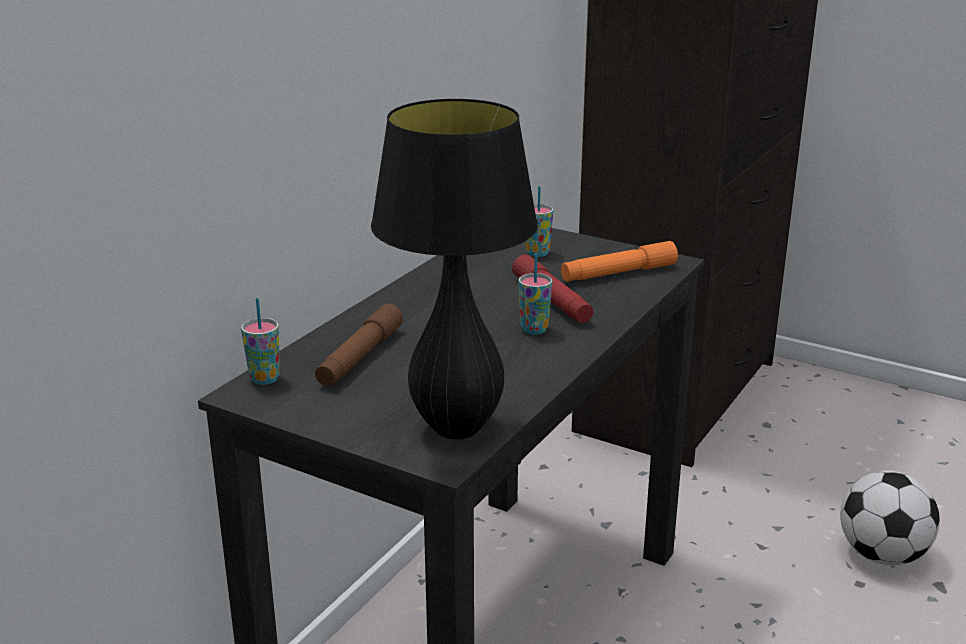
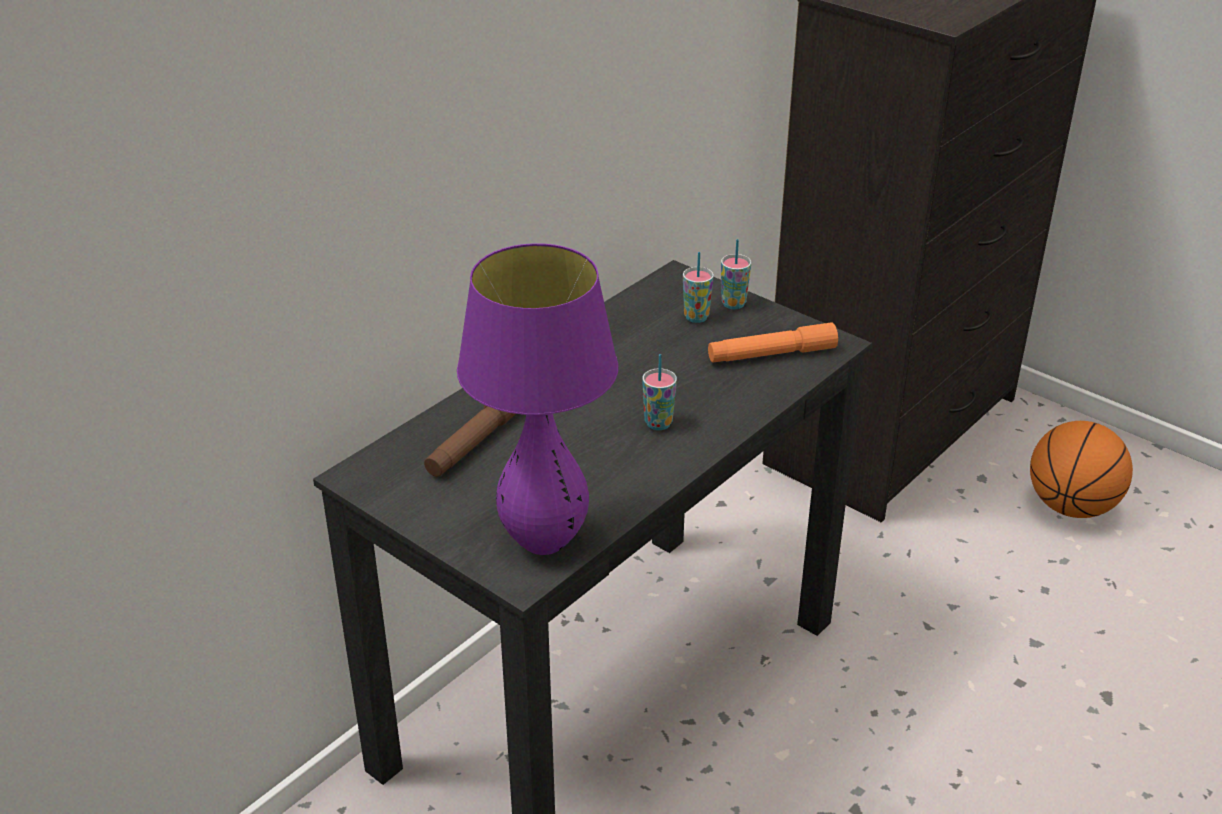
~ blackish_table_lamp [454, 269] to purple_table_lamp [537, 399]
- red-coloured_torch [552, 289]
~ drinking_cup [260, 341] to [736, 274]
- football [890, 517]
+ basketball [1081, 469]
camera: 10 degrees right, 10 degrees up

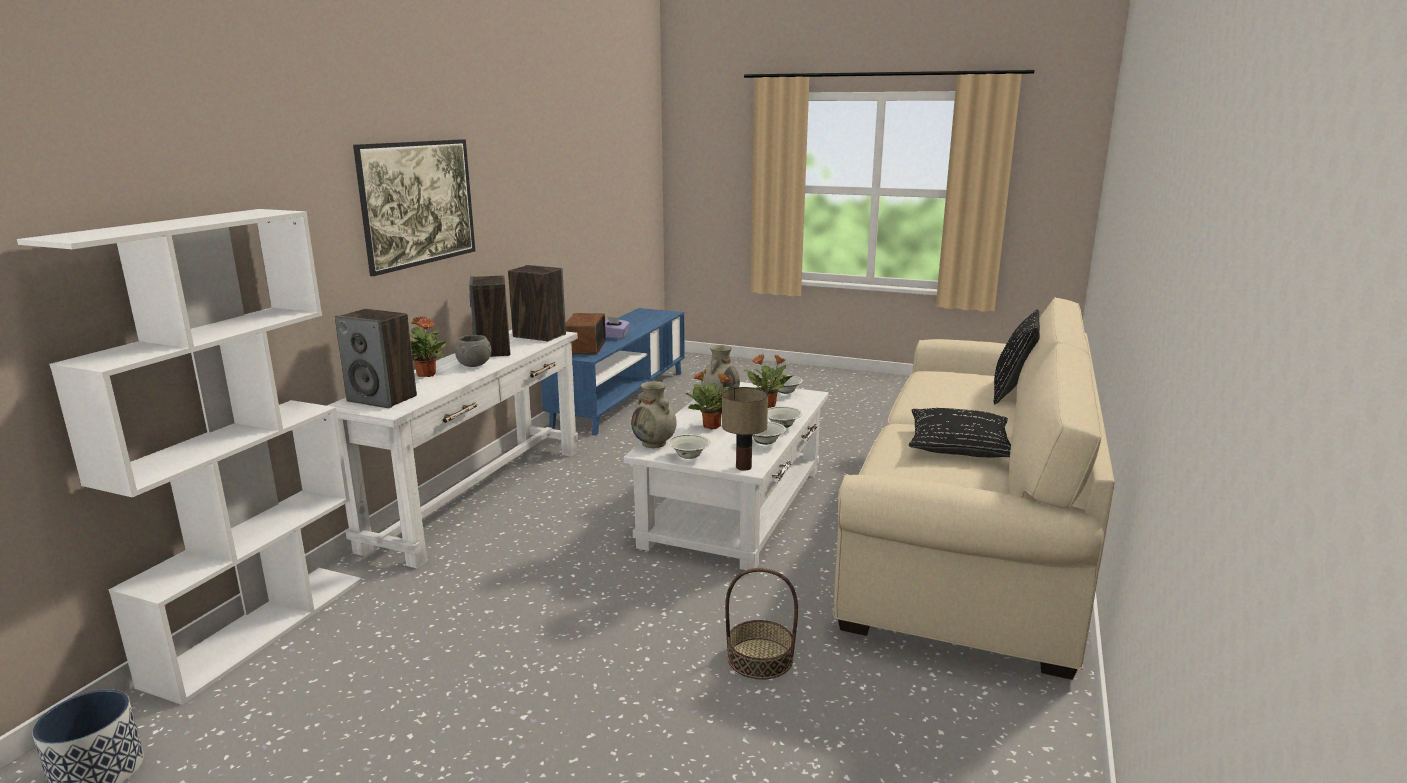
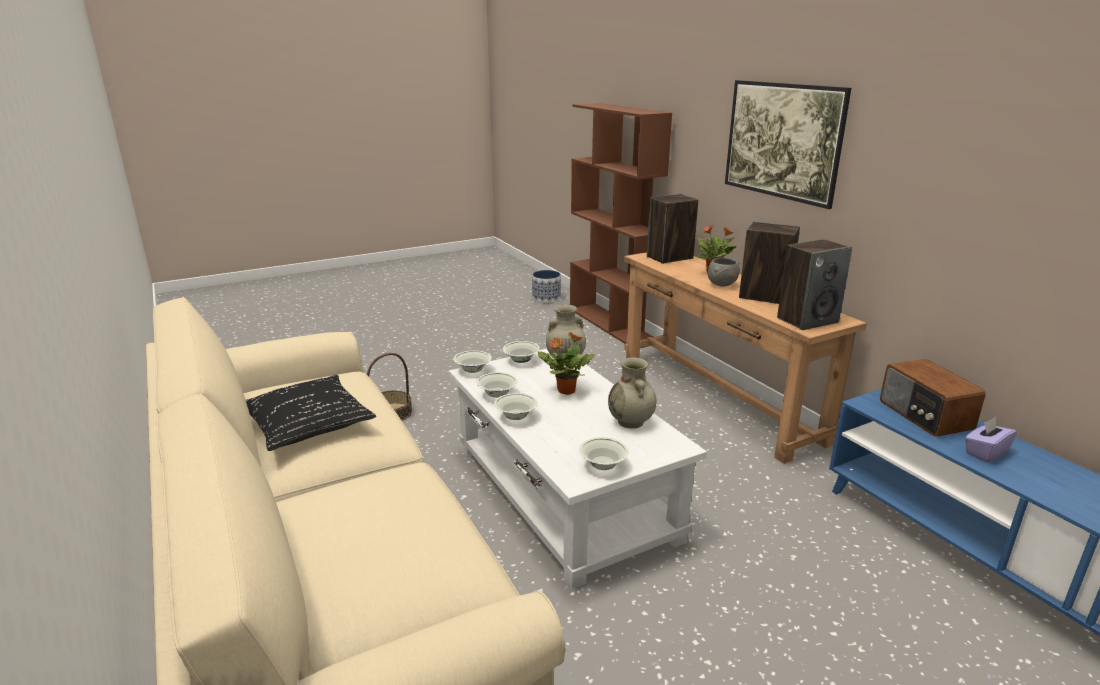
~ white_bookcase [189, 457] to brown-coloured_bookcase [621, 223]
- blackish_cushion [1017, 356]
~ radio_receiver [585, 333] = [933, 398] 150 degrees counterclockwise
~ white_console_table [453, 449] to brown-coloured_console_table [745, 358]
- potted_plant [768, 381]
~ table_lamp [745, 429] to white_serving_bowl [472, 361]
camera: 130 degrees right, 5 degrees up

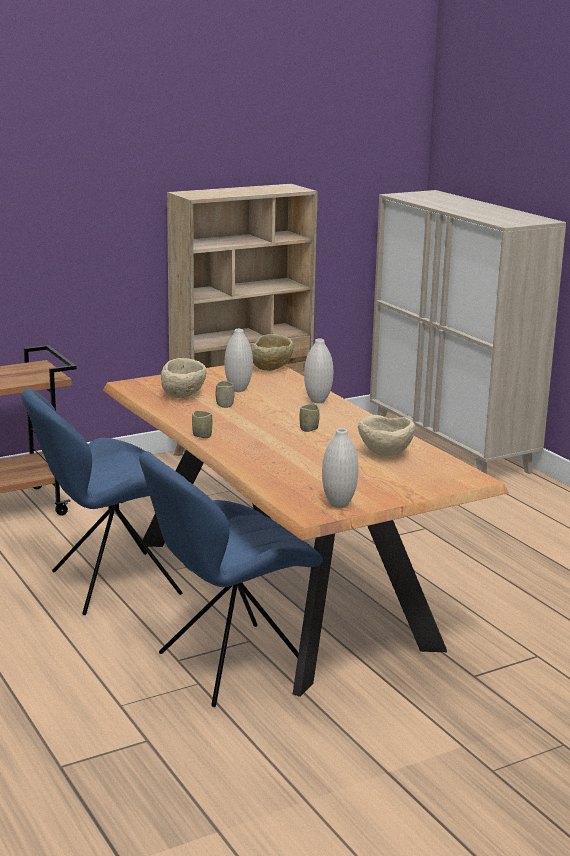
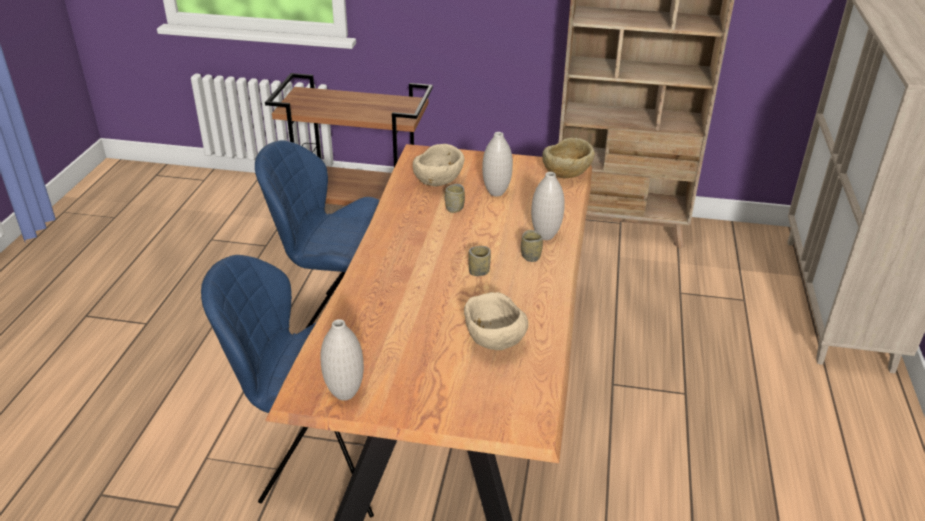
~ drinking_cup [202, 424] to [532, 246]
camera: 40 degrees right, 15 degrees up

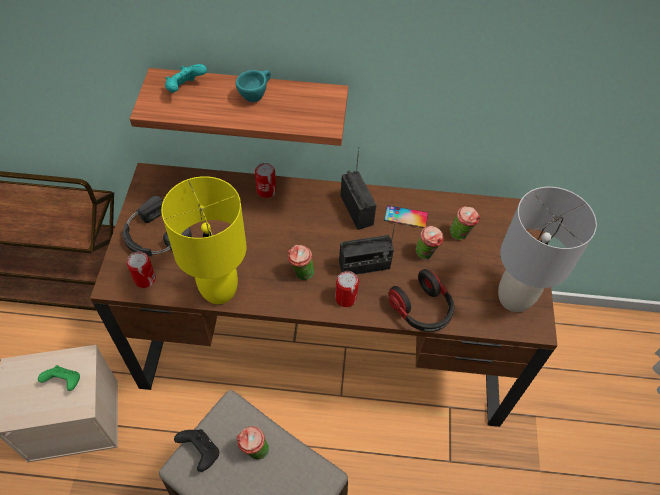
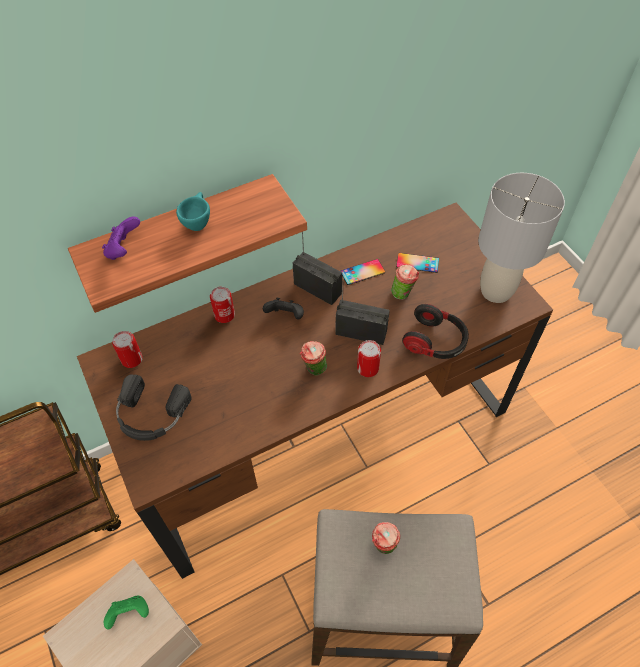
~ turquoise_game_controller [186, 78] to purple_game_controller [121, 238]
- yellow-coloured_table_lamp [204, 240]
~ drinking_cup [465, 223] to phone [417, 263]
~ radio_receiver [367, 249] = [362, 311] 120 degrees counterclockwise
~ sealed_can [141, 269] to [127, 349]
~ blackish_game_controller [196, 450] to [283, 308]
camera: 30 degrees left, 0 degrees up

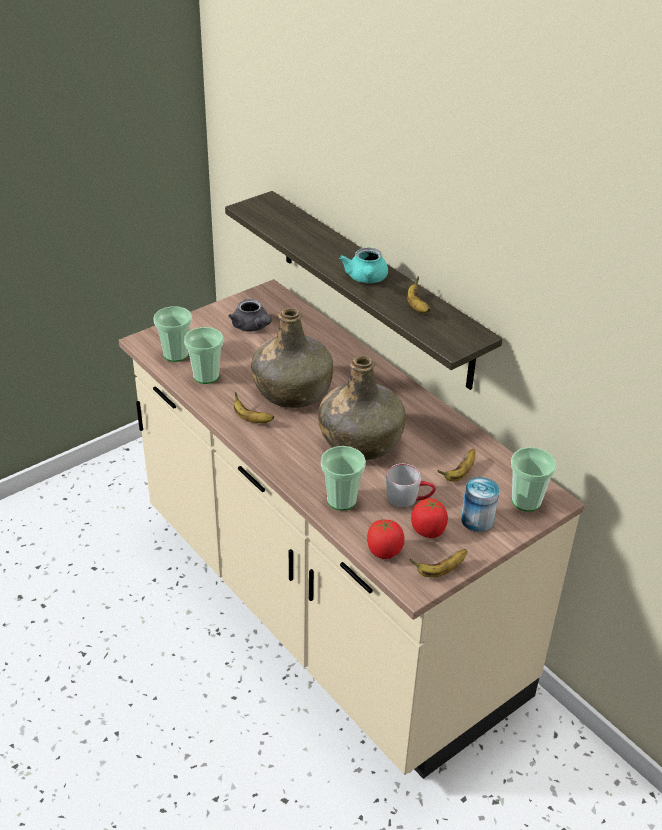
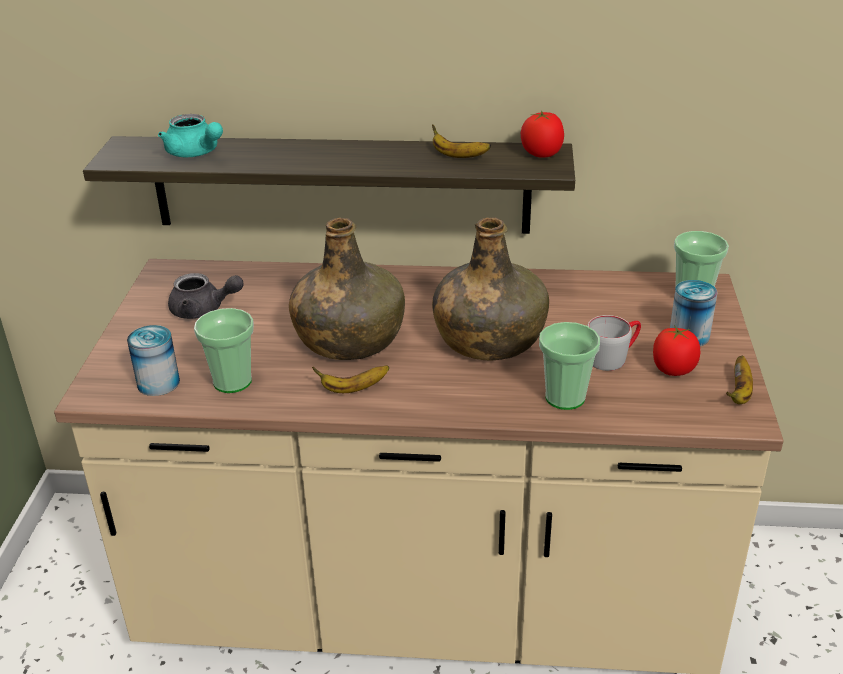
~ turquoise_teapot [363, 265] to [190, 135]
~ drinking_cup [172, 334] to sealed_can [153, 360]
- banana [456, 465]
~ whole_tomato [386, 539] to [542, 134]
camera: 45 degrees left, 5 degrees down

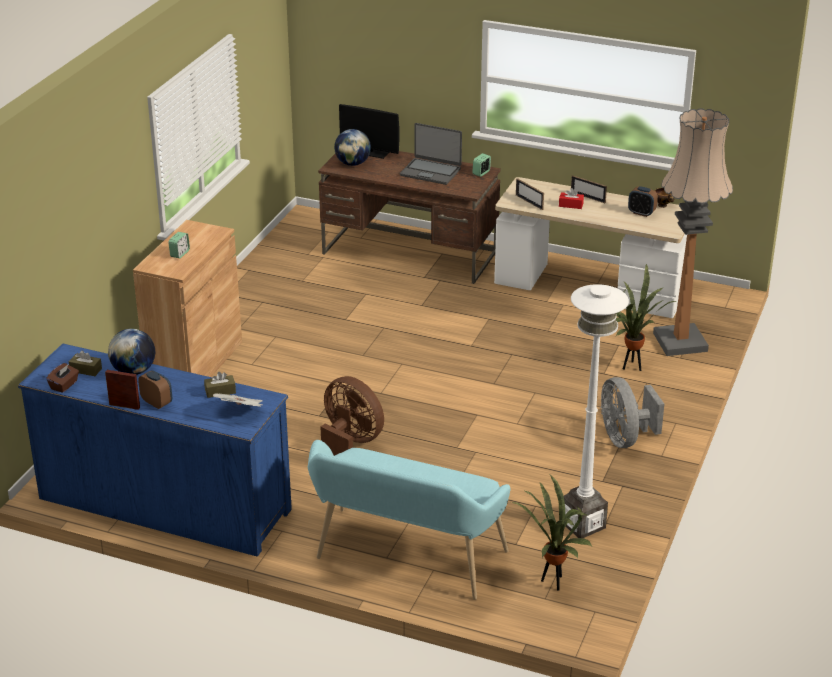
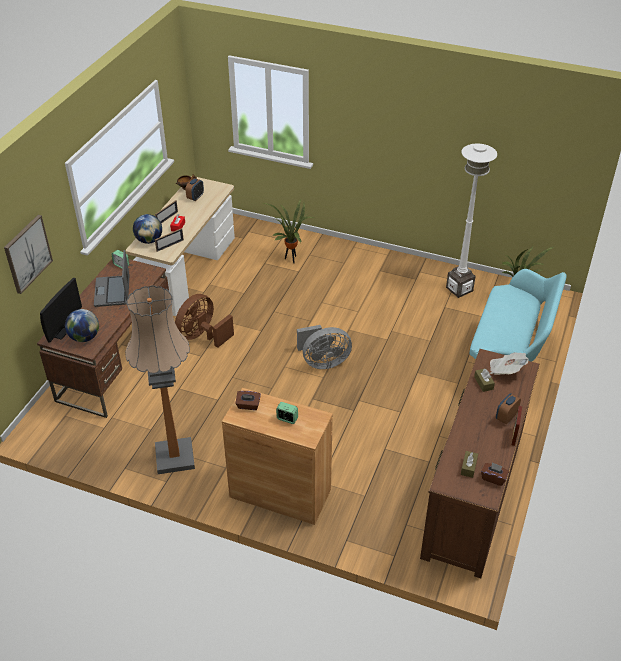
~ standing_lamp [693, 232] to [160, 379]
~ notebook_computer [431, 154] = [112, 278] 150 degrees clockwise
~ world_globe [131, 352] to [147, 229]
~ bluish_chest_of_drawers [155, 450] to brown-coloured_chest_of_drawers [480, 463]
~ brown-coloured_cooling_fan [352, 416] to [204, 321]
~ greyish_cooling_fan [632, 412] to [324, 347]
+ picture [28, 254]
+ brown-coloured_tissue_box [248, 400]
camera: 90 degrees left, 10 degrees up

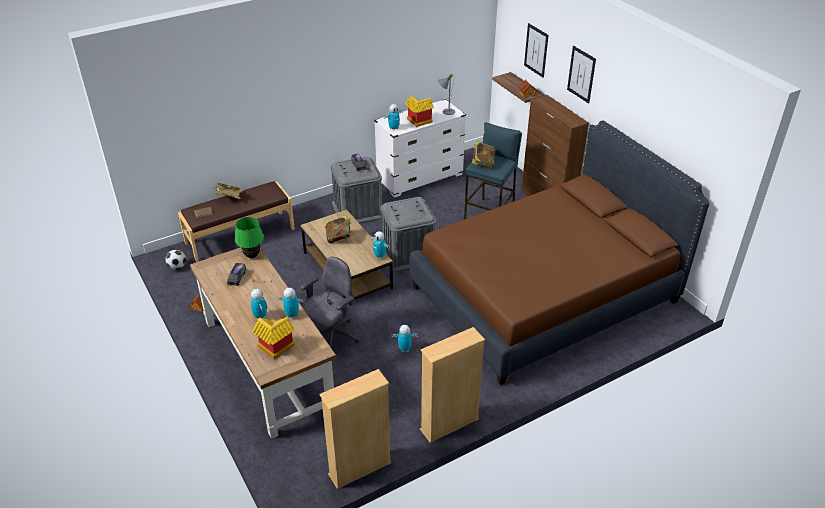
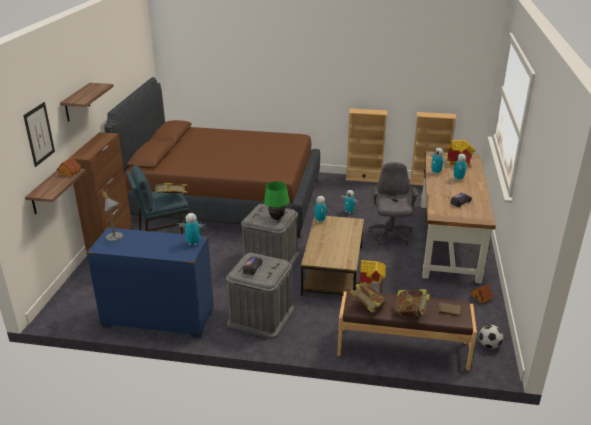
~ picture [581, 75] to bracket_shelf [87, 102]
~ miniature_house [419, 111] to [373, 276]
~ white_chest_of_drawers [420, 148] to bluish_chest_of_drawers [150, 282]
~ book [338, 229] to [368, 297]
~ greenish_table_lamp [249, 237] to [277, 200]
~ greyish_office_chair [330, 302] = [393, 203] 105 degrees clockwise
camera: 140 degrees left, 10 degrees down

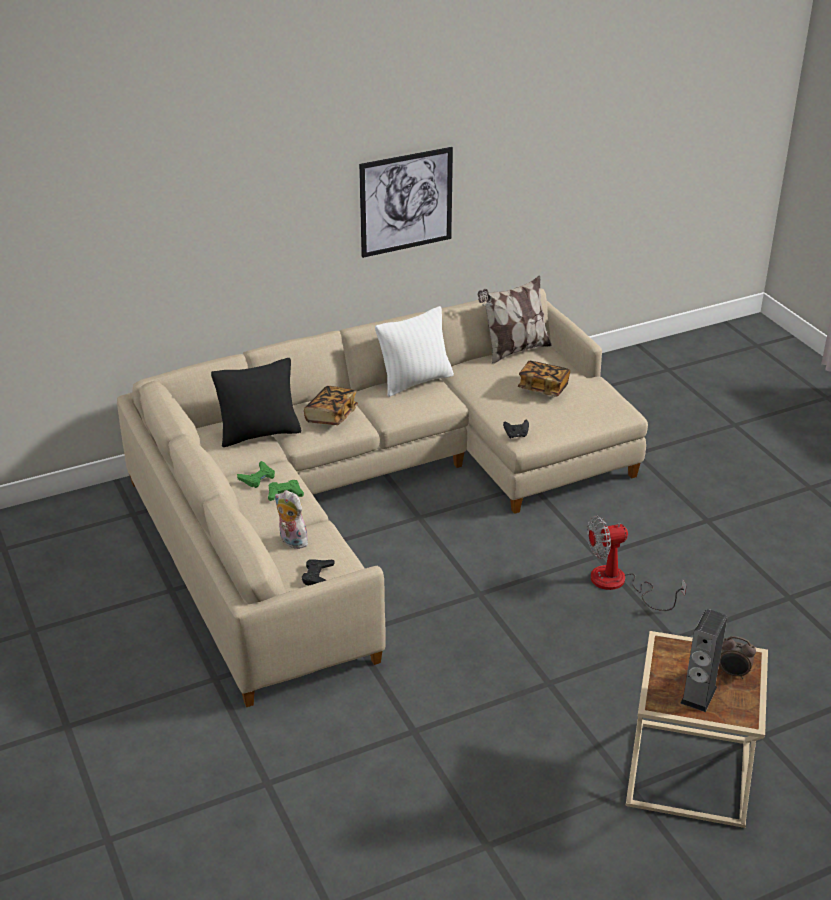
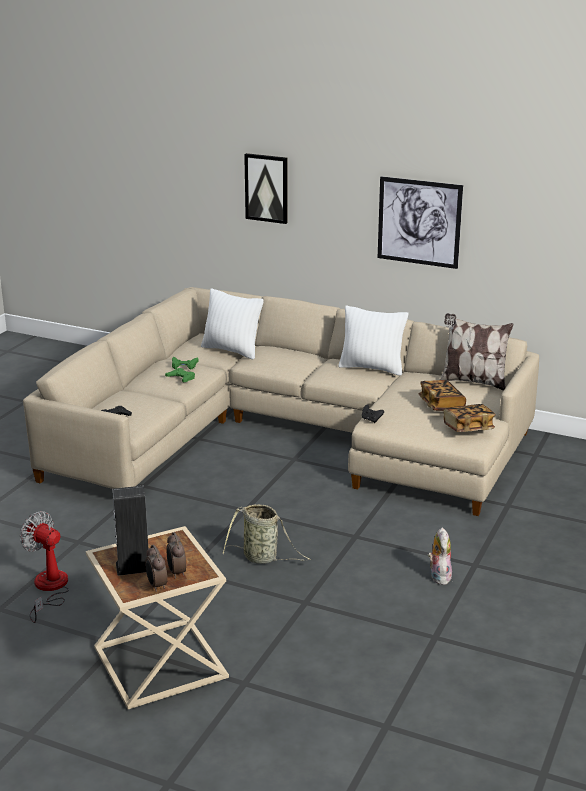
~ blackish_cushion [256, 402] to white_cushion [232, 323]
~ book [331, 405] to [470, 418]
~ soft_toy [291, 519] to [440, 556]
~ cooling_fan [637, 563] to [44, 567]
+ picture [266, 188]
+ storage_basket [267, 534]
+ bedside_clock [156, 568]
camera: 50 degrees right, 10 degrees down

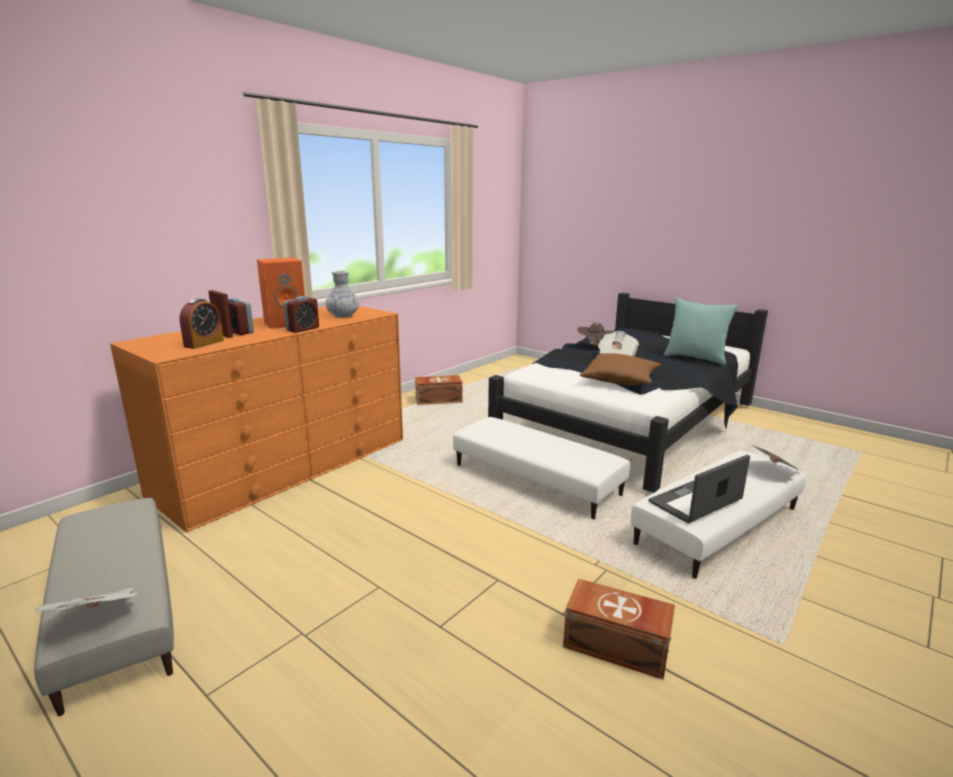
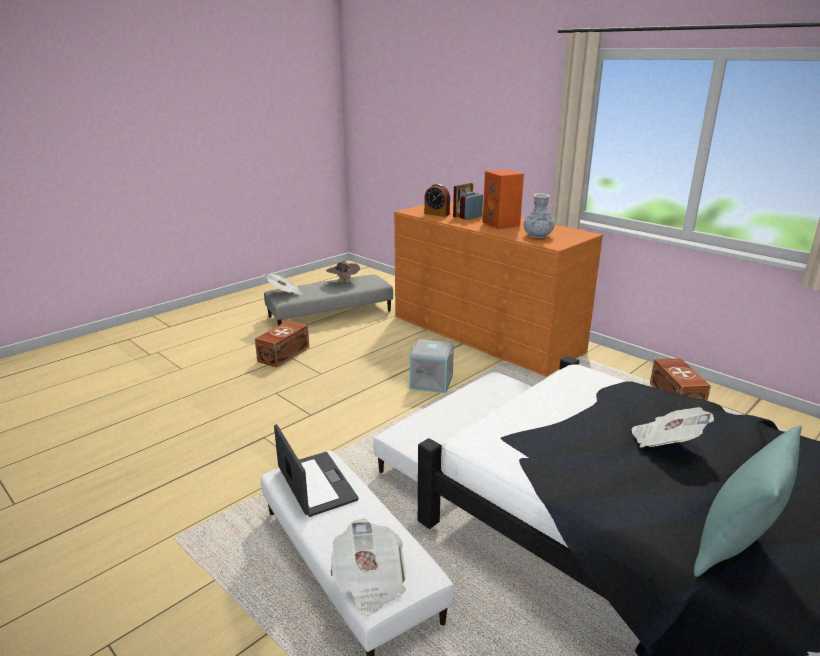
- bedside_clock [301, 314]
~ brown-coloured_clothing_hat [596, 334] to [343, 272]
- brown-coloured_cushion [620, 369]
~ brown-coloured_storage_bin [619, 629] to [282, 344]
+ greyish_storage_bin [432, 366]
camera: 95 degrees right, 5 degrees up

